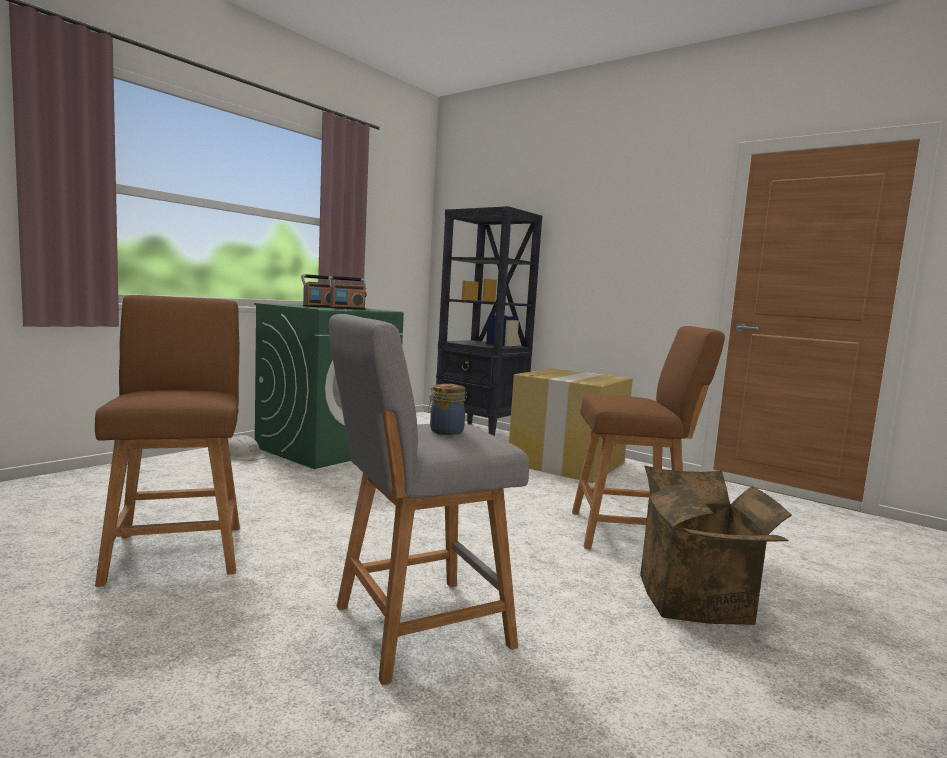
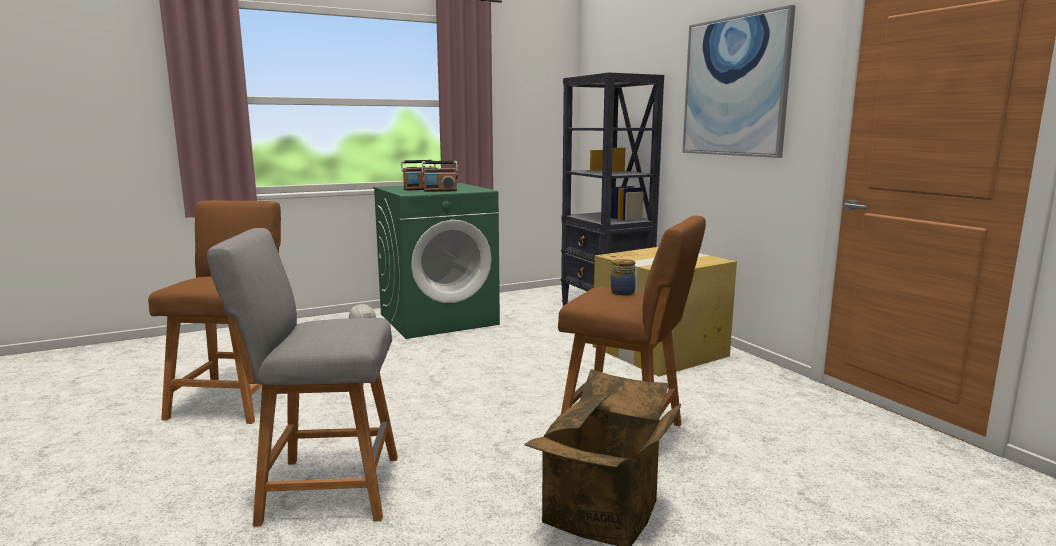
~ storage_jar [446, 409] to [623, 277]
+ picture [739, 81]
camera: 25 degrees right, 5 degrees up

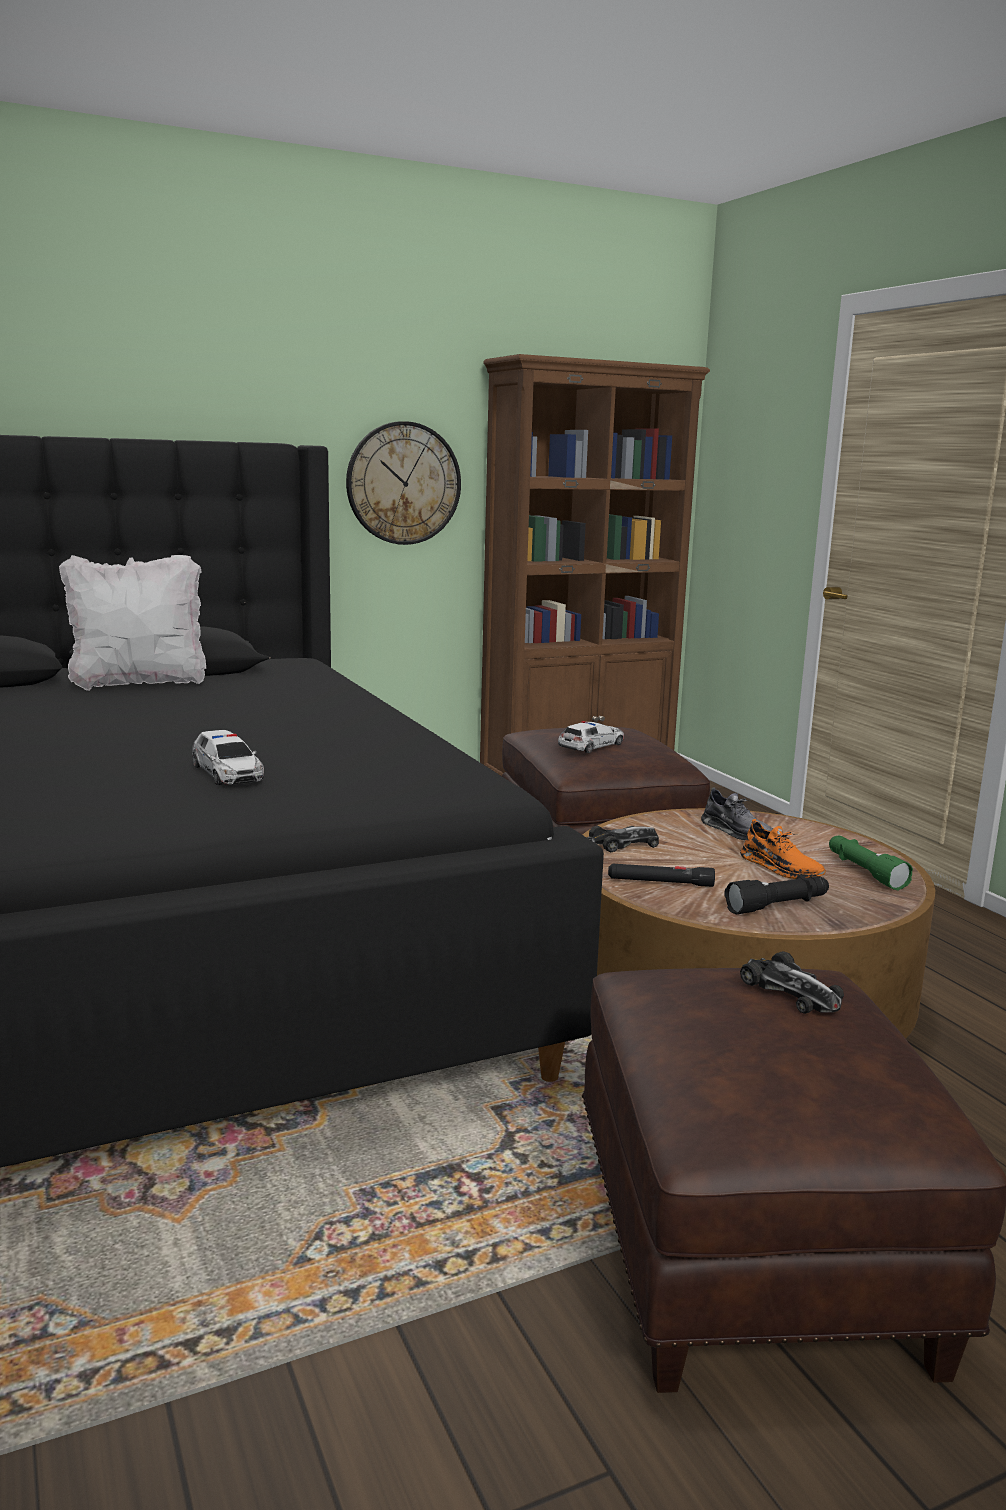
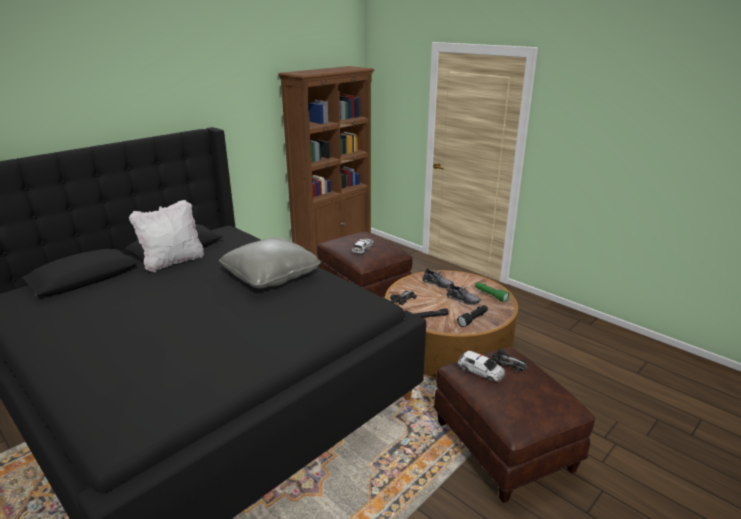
- hanging_clock [403, 483]
~ toy_car [228, 757] to [482, 366]
~ orange-coloured_low_shoe [783, 849] to greyish_low_shoe [464, 294]
+ greyish_cushion [270, 263]
camera: 20 degrees left, 10 degrees up

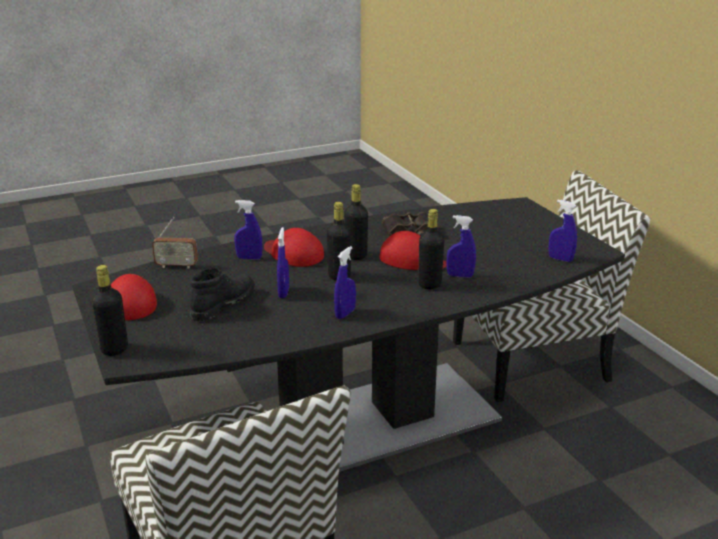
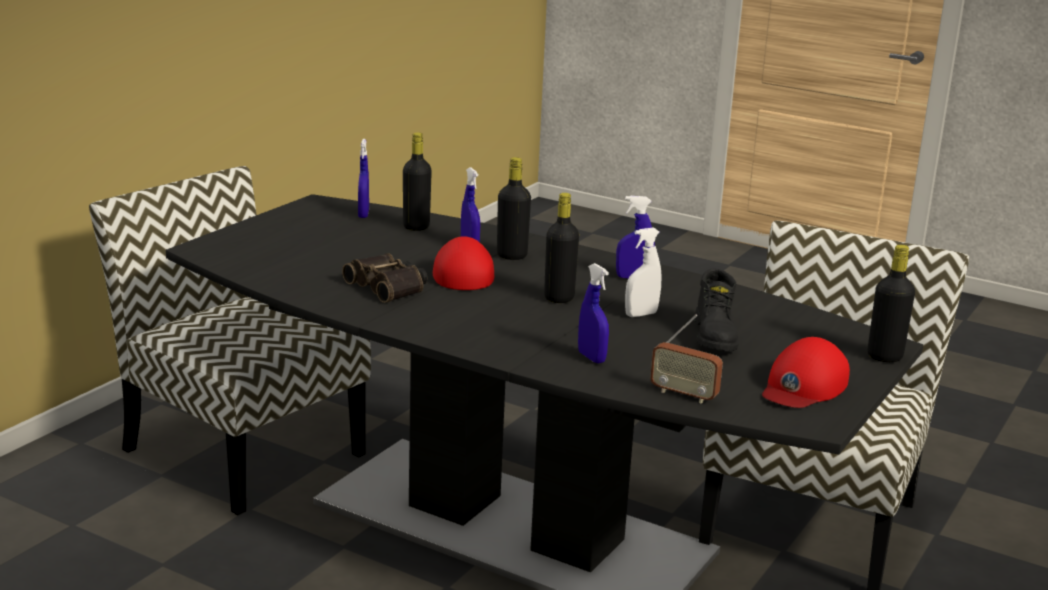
~ blackish_drink_bottle [356, 222] to [417, 181]
~ radio_receiver [175, 243] = [686, 359] 150 degrees clockwise
~ bluish_sprayer [283, 262] to white_sprayer [643, 272]
- red-coloured_baseball_cap [294, 247]
~ blackish_tall_boot [222, 294] = [717, 310] 90 degrees counterclockwise
camera: 125 degrees left, 5 degrees down

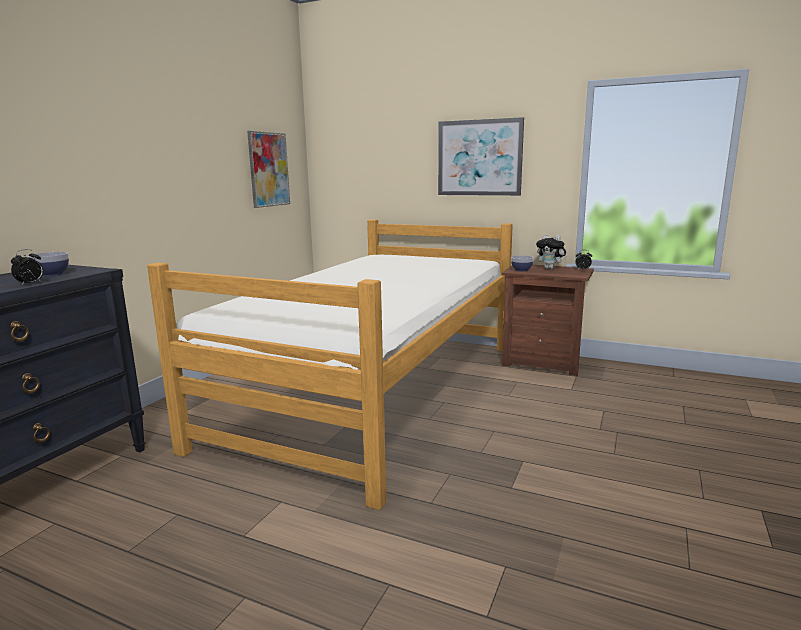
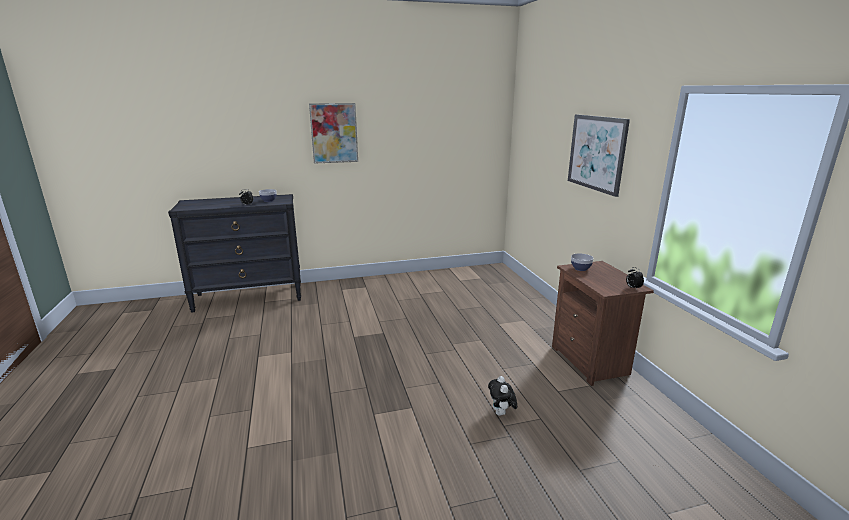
~ picture [268, 169] to [333, 133]
- bedroom_bed [330, 365]
~ soft_toy [551, 251] to [502, 396]
camera: 50 degrees right, 5 degrees up

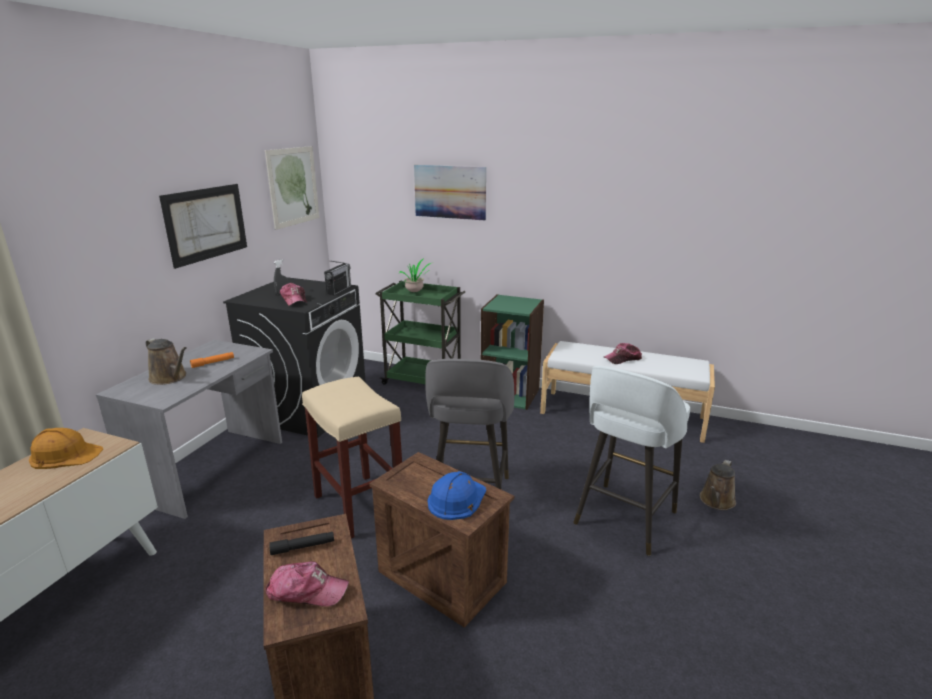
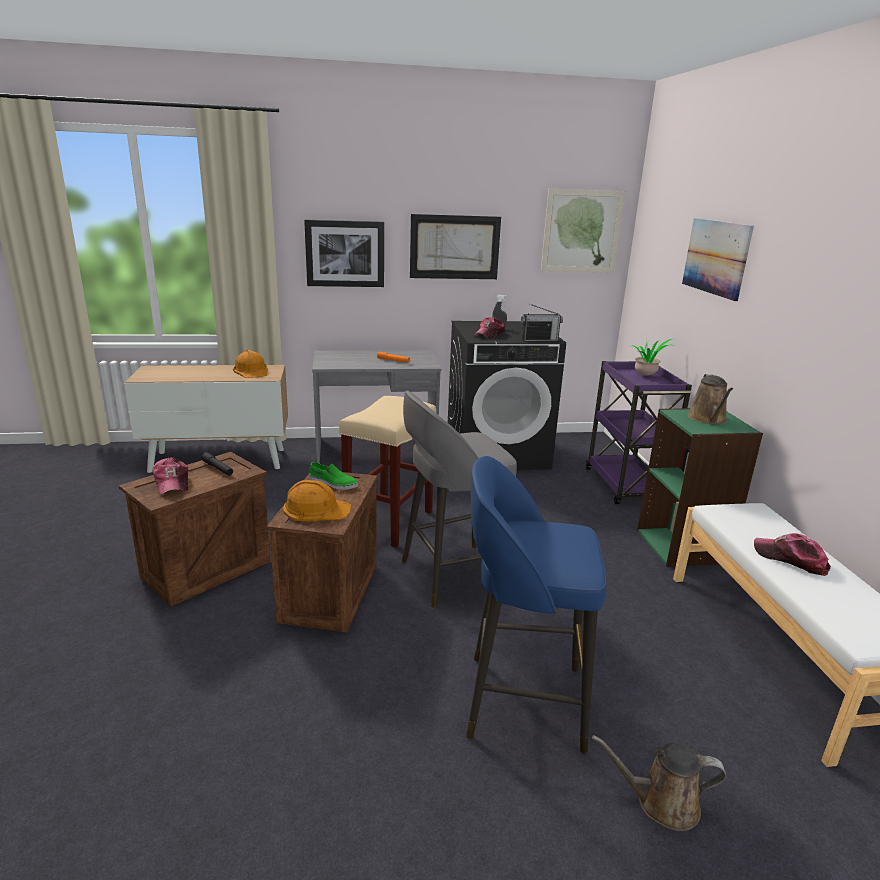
~ greenish_trolley [420, 333] to purple_trolley [639, 432]
~ brown-coloured_watering_can [166, 361] to [710, 399]
~ white_stool_seat [631, 461] to bluish_stool_seat [536, 604]
~ bluish_work_helmet [457, 495] to orange-coloured_work_helmet [317, 500]
+ picture [344, 253]
+ greenish_low_shoe [334, 476]
camera: 60 degrees right, 0 degrees up

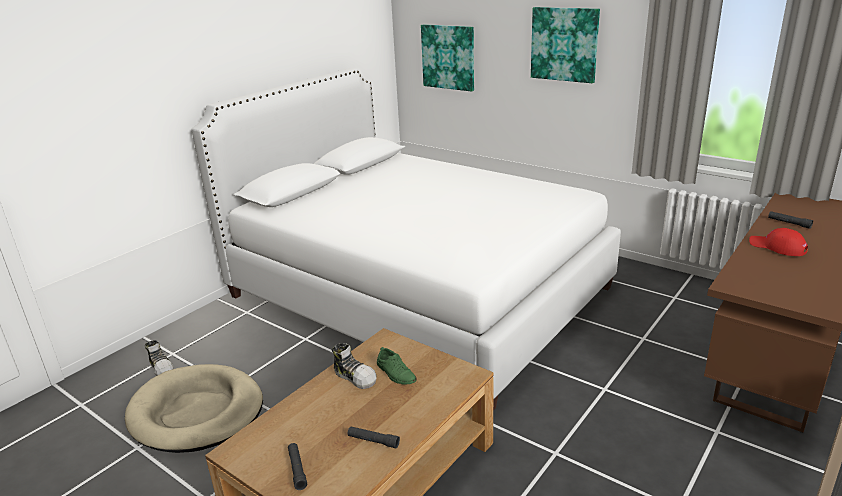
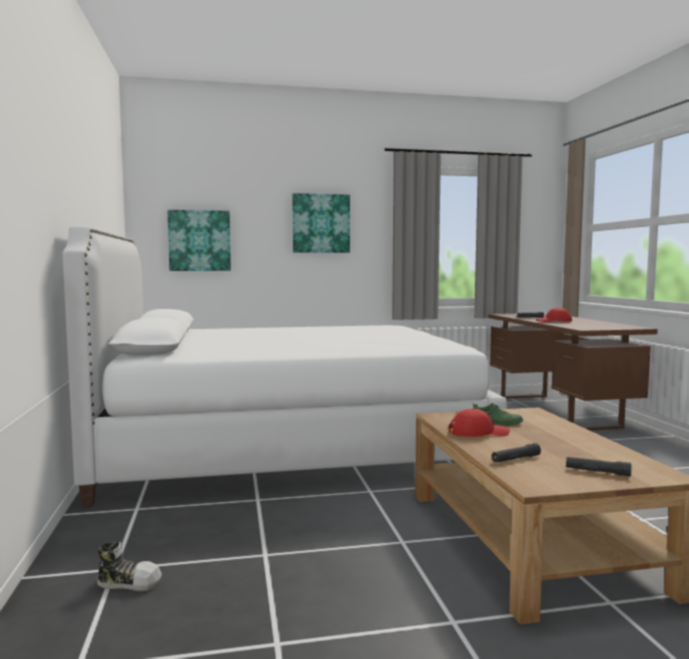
~ low_shoe [354, 366] to red-coloured_baseball_cap [479, 423]
- beige-coloured_dog_cushion [194, 408]
~ blackish_torch [374, 437] to [516, 453]
camera: 50 degrees left, 20 degrees down

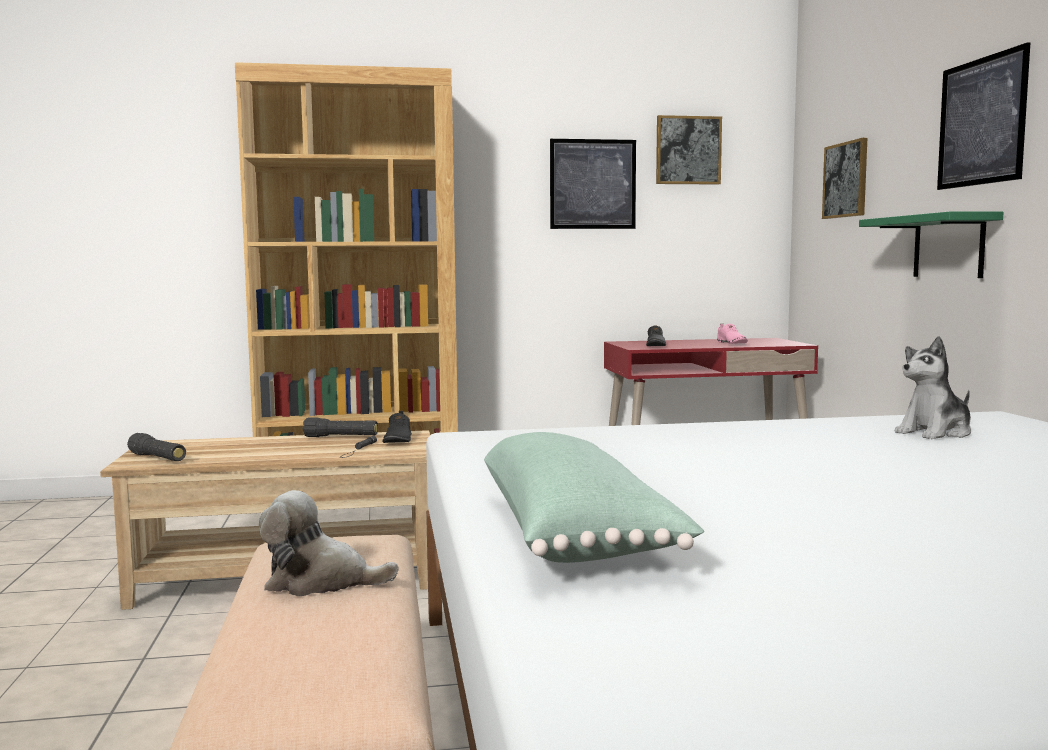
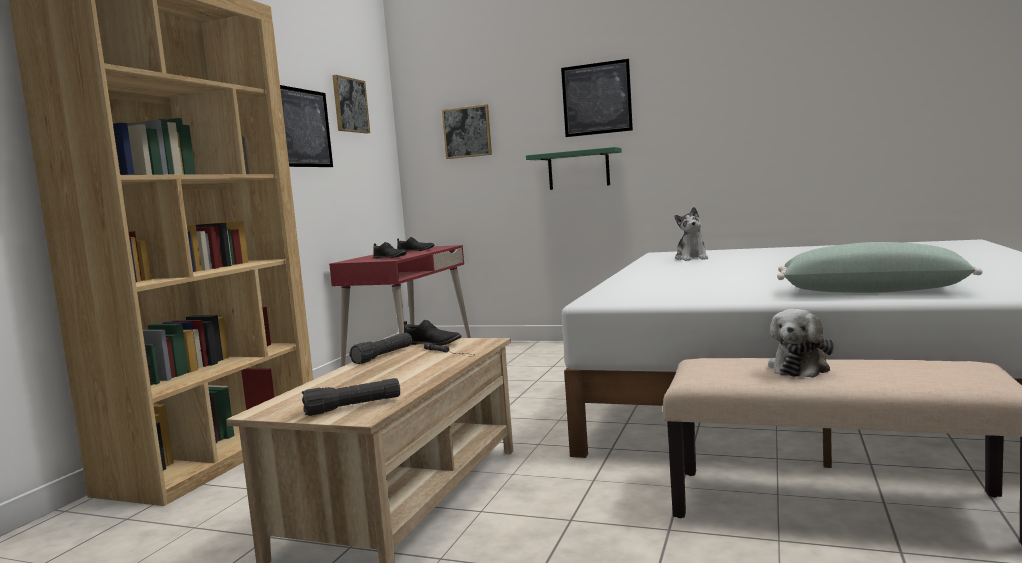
~ pink-coloured_low_shoe [732, 334] to blackish_low_shoe [416, 244]
camera: 60 degrees left, 0 degrees up

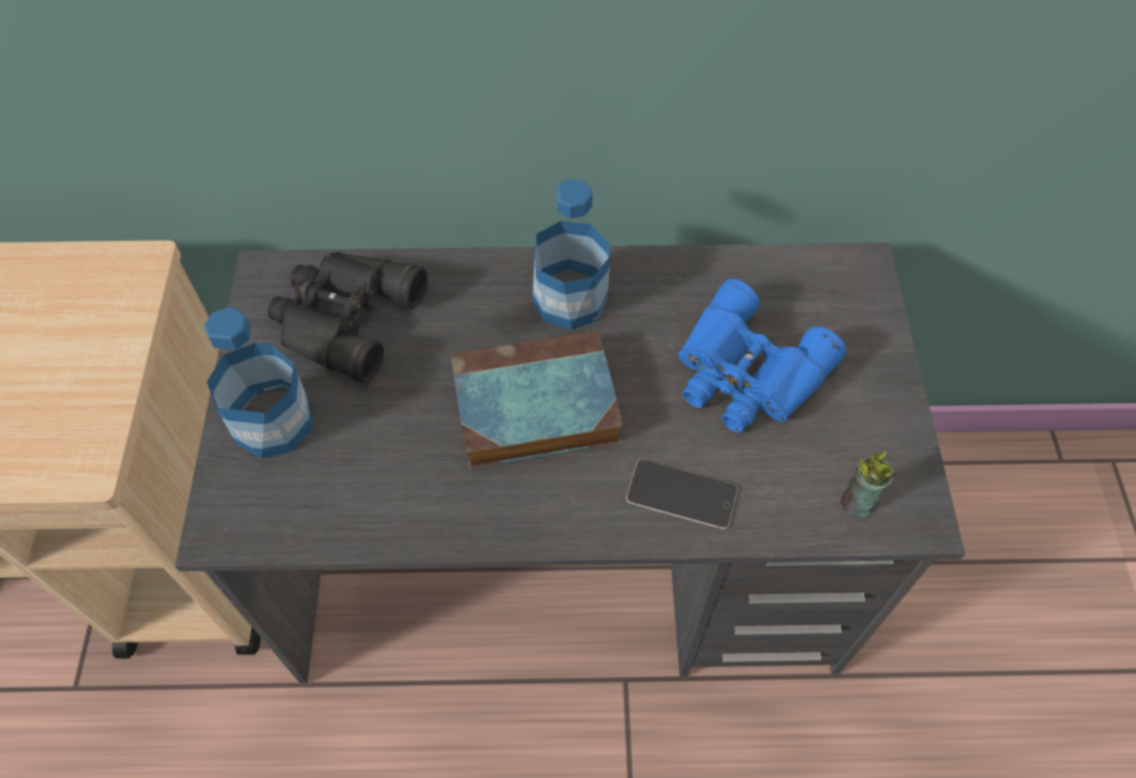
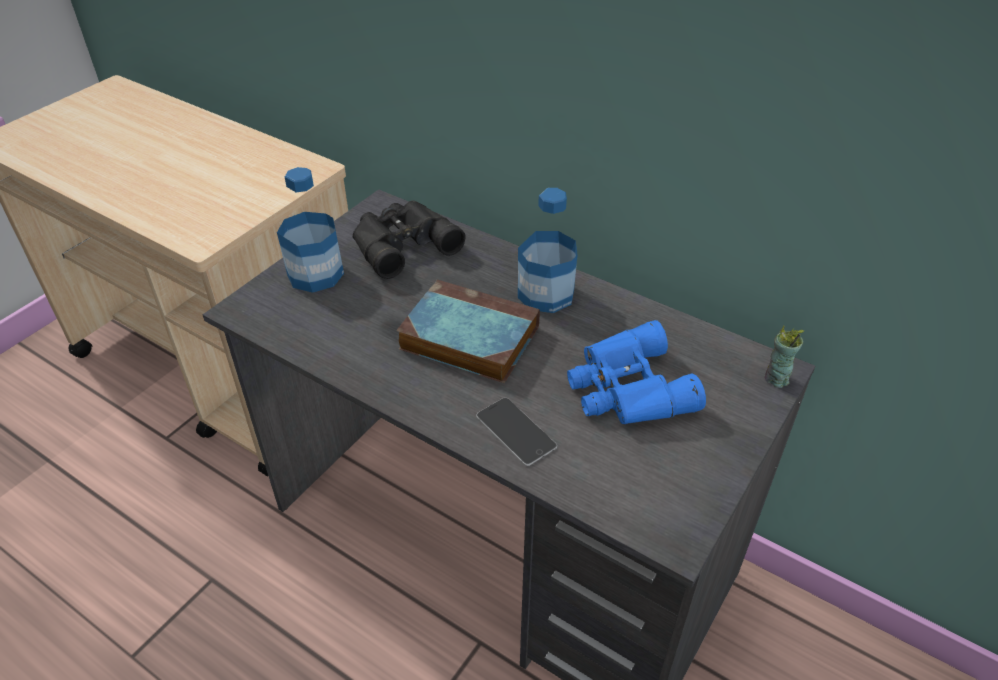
~ drinking_cup [869, 485] to [784, 356]
camera: 35 degrees right, 15 degrees down

